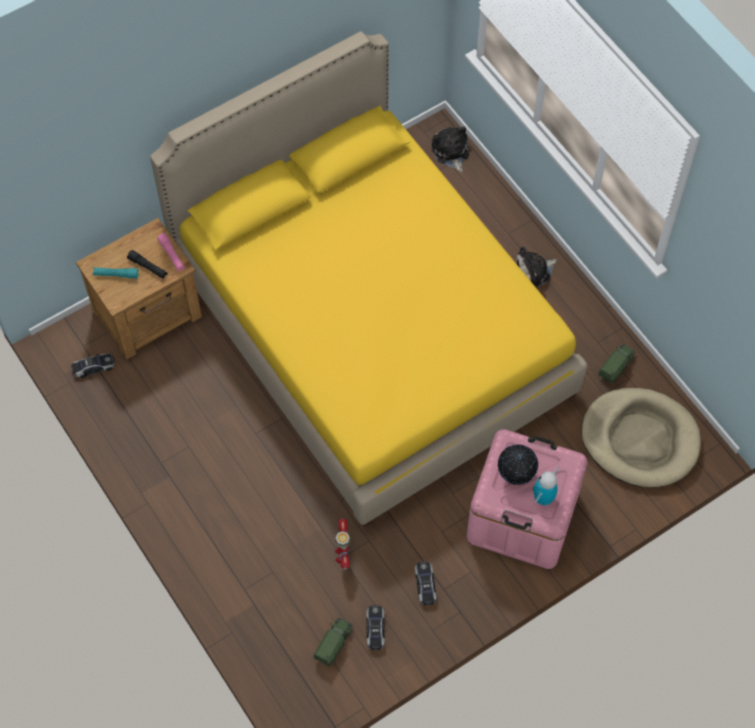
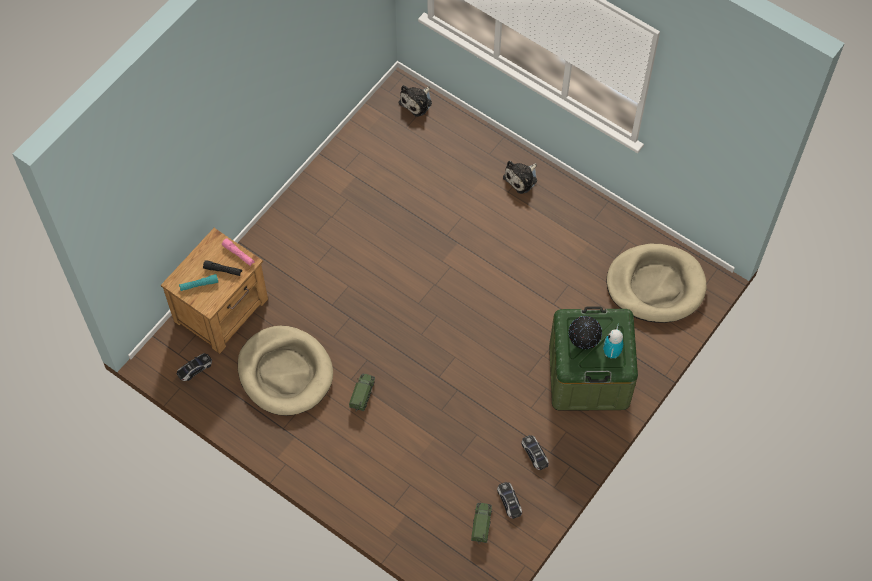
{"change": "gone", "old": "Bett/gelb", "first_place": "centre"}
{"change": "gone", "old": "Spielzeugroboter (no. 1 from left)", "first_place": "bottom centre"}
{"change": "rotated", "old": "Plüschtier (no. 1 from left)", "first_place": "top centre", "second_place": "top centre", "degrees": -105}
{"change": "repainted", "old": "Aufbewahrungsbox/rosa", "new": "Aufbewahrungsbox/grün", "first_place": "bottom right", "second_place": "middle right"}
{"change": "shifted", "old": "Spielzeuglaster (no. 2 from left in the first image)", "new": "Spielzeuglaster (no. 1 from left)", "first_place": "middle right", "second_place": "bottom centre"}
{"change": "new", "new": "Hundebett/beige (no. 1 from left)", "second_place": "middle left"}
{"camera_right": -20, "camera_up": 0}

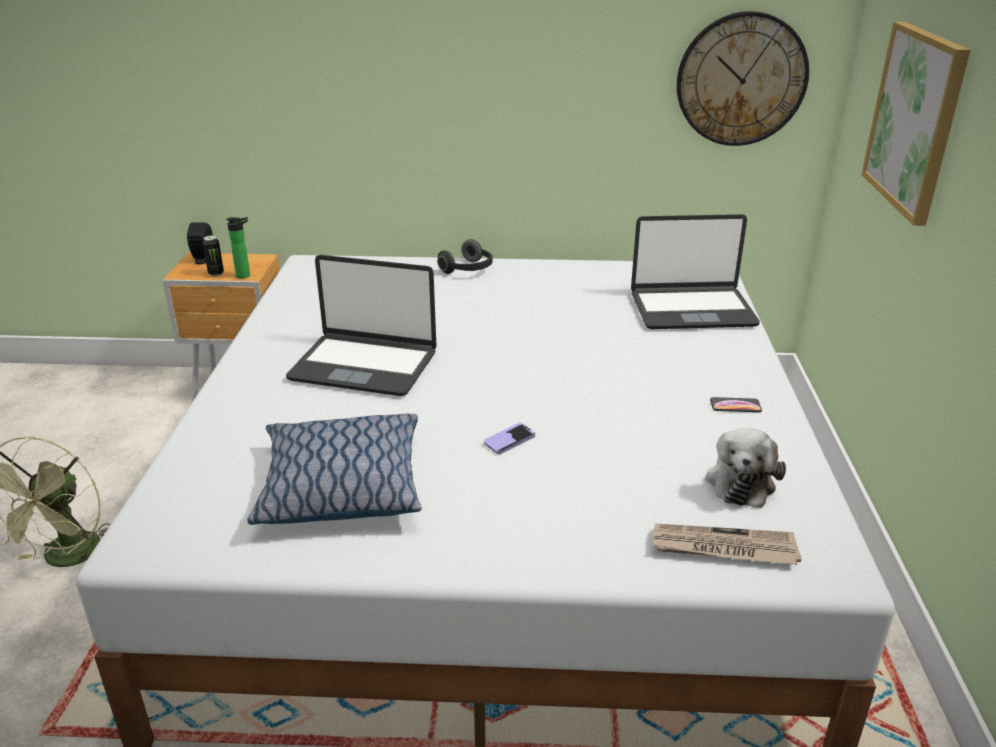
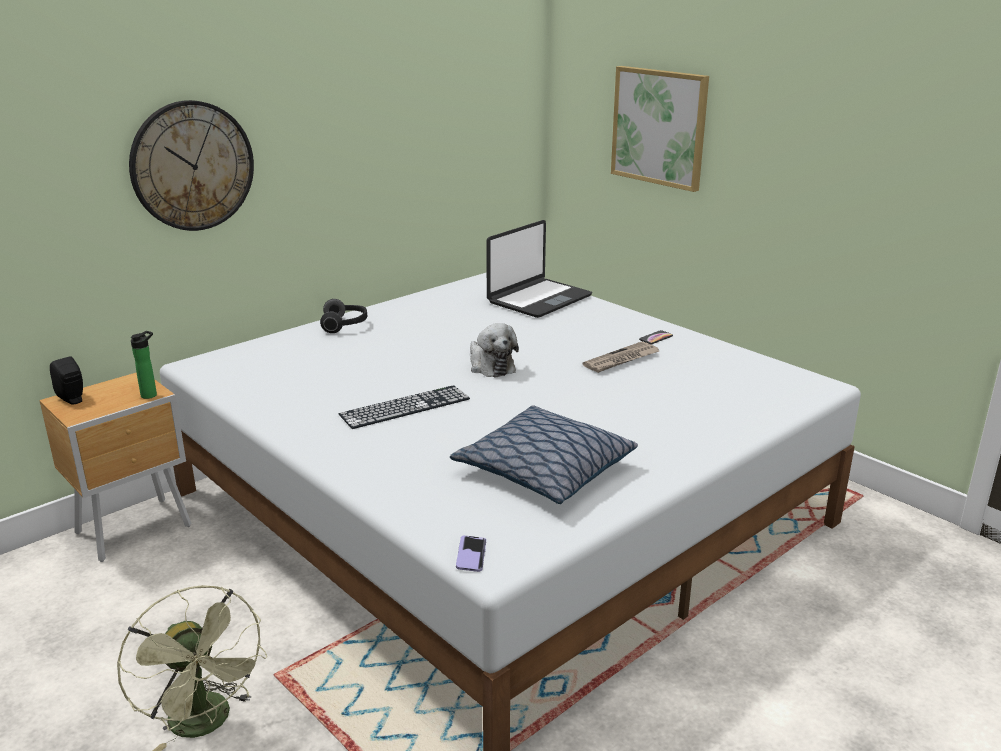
{"change": "gone", "old": "Dose", "first_place": "middle left"}
{"change": "swapped", "old": "Laptop (no. 1 from left)", "new": "Tastatur", "first_place": "centre", "second_place": "centre"}
{"change": "shifted", "old": "Handy (no. 1 from left)", "first_place": "centre", "second_place": "bottom centre"}
{"change": "shifted", "old": "Zeitung", "first_place": "bottom right", "second_place": "centre"}
{"change": "shifted", "old": "Wanduhr", "first_place": "top right", "second_place": "top left"}
{"change": "shifted", "old": "Plüschtier", "first_place": "middle right", "second_place": "centre"}
{"camera_right": -45, "camera_up": -5}

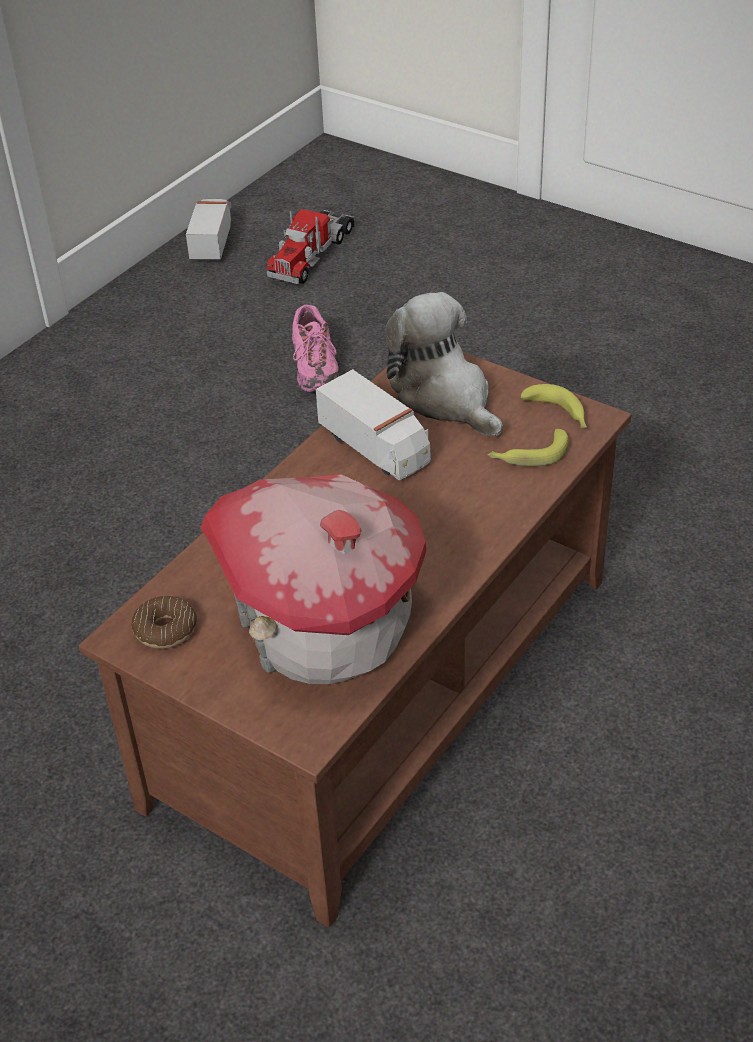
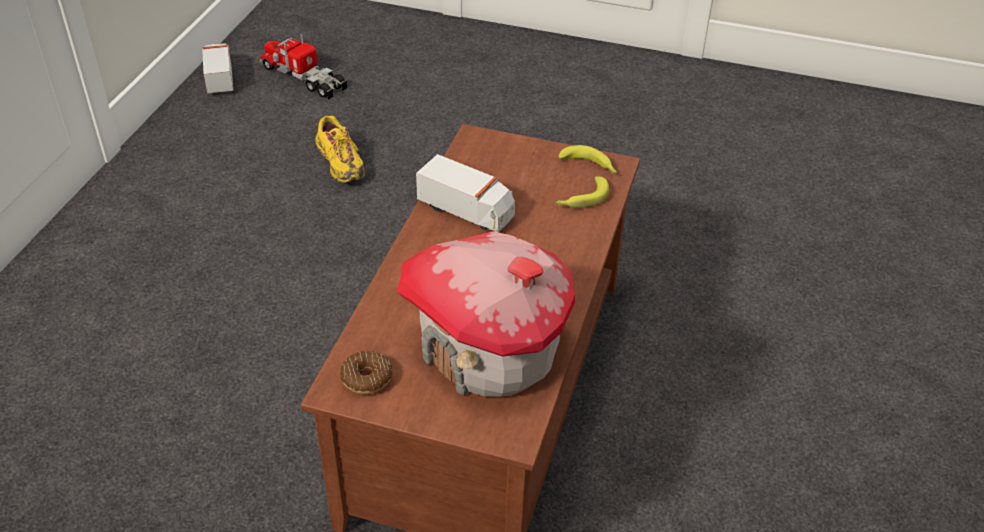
{"change": "rotated", "old": "Spielzeuglaster (no. 2 from left)", "first_place": "top centre", "second_place": "top left", "degrees": 120}
{"change": "repainted", "old": "Schuh/rosa", "new": "Schuh/gelb", "first_place": "centre", "second_place": "top centre"}
{"change": "gone", "old": "Plüschtier", "first_place": "centre"}
{"camera_right": -20, "camera_up": 0}

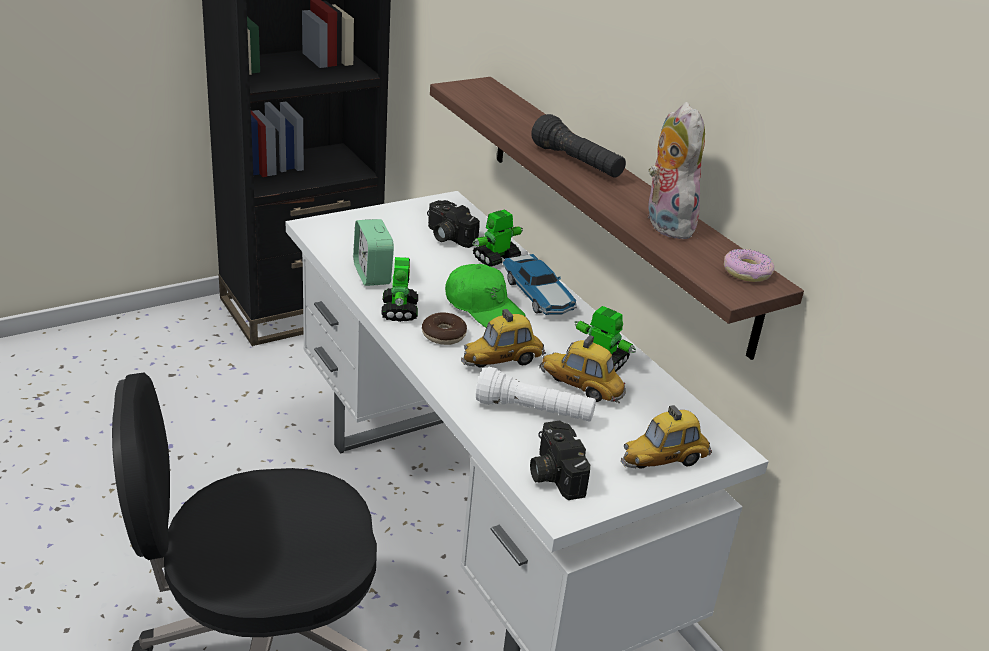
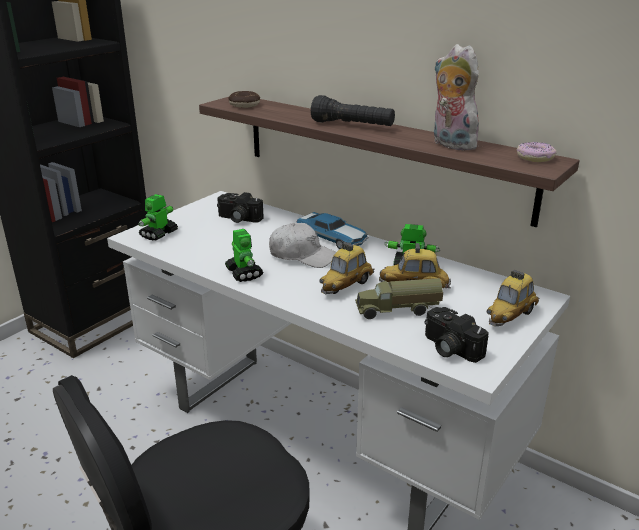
{"change": "gone", "old": "Wecker", "first_place": "centre"}
{"change": "shifted", "old": "Donut (no. 1 from left)", "first_place": "centre", "second_place": "top centre"}
{"change": "repainted", "old": "Kappe/grün", "new": "Kappe/weiß", "first_place": "centre", "second_place": "centre"}
{"change": "shifted", "old": "Spielzeugroboter (no. 2 from left in the first image)", "new": "Spielzeugroboter (no. 1 from left)", "first_place": "centre", "second_place": "middle left"}
{"change": "swapped", "old": "Taschenlampe/weiß", "new": "Spielzeuglaster", "first_place": "centre", "second_place": "centre"}
{"camera_right": -20, "camera_up": -5}

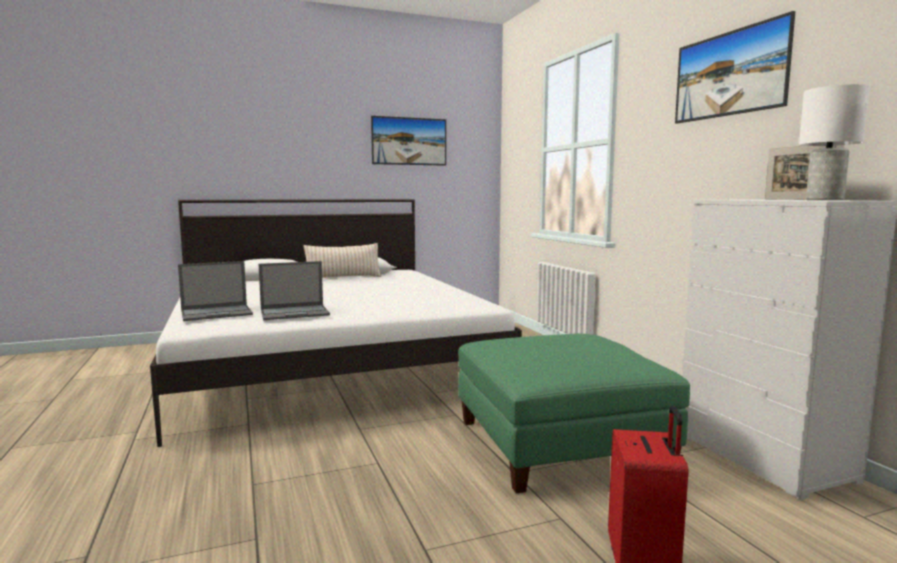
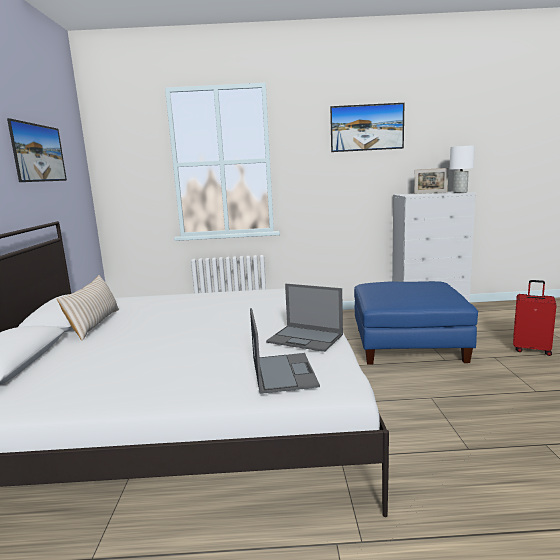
{"change": "rotated", "old": "Laptop (no. 2 from left)", "first_place": "middle left", "second_place": "centre", "degrees": 120}
{"change": "repainted", "old": "Polsterhocker/grün", "new": "Polsterhocker/blau", "first_place": "bottom centre", "second_place": "middle right"}
{"camera_right": -70, "camera_up": 5}

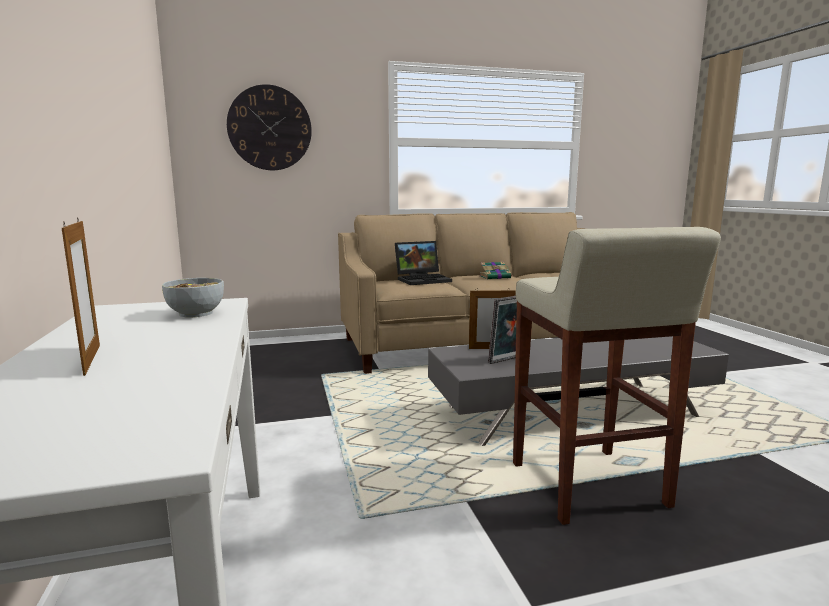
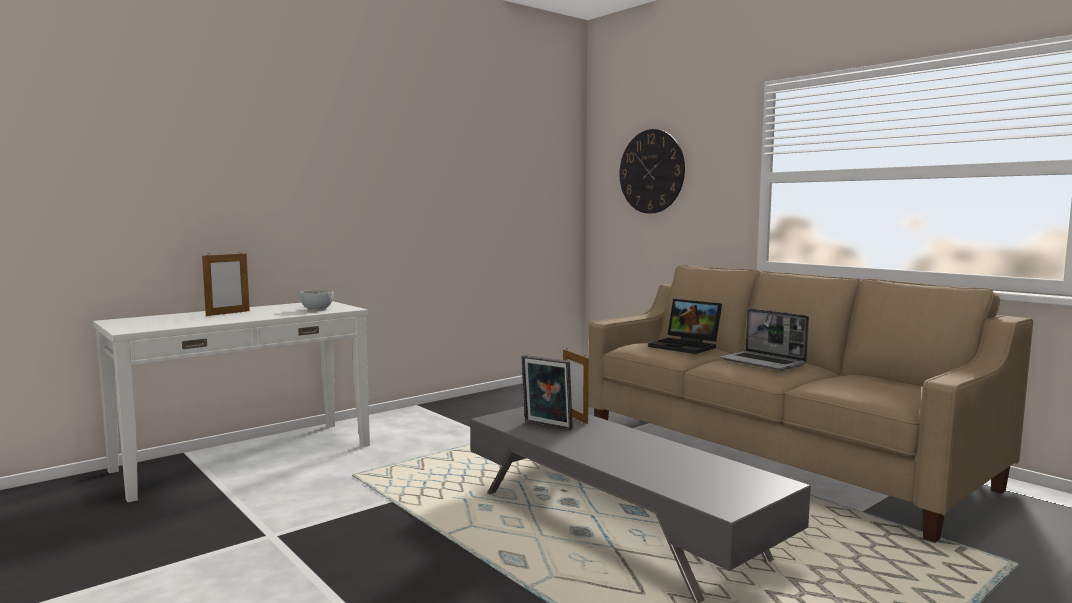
{"change": "swapped", "old": "Buch", "new": "Laptop (no. 2 from left)", "first_place": "centre", "second_place": "middle right"}
{"change": "gone", "old": "Hocker/beige", "first_place": "middle right"}
{"camera_right": 65, "camera_up": -5}

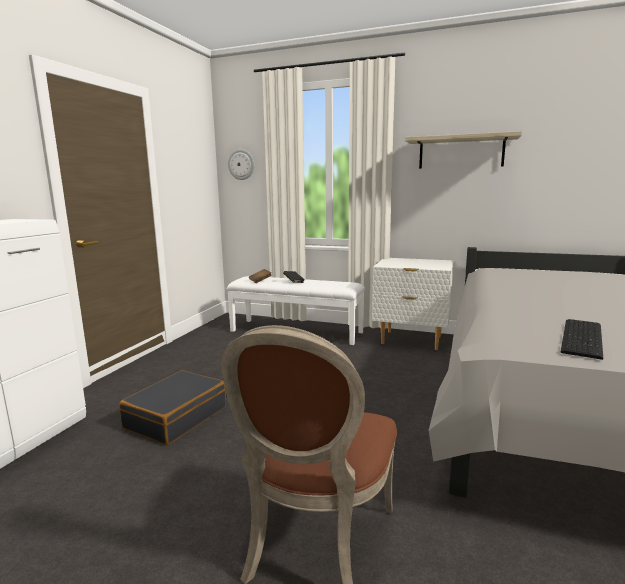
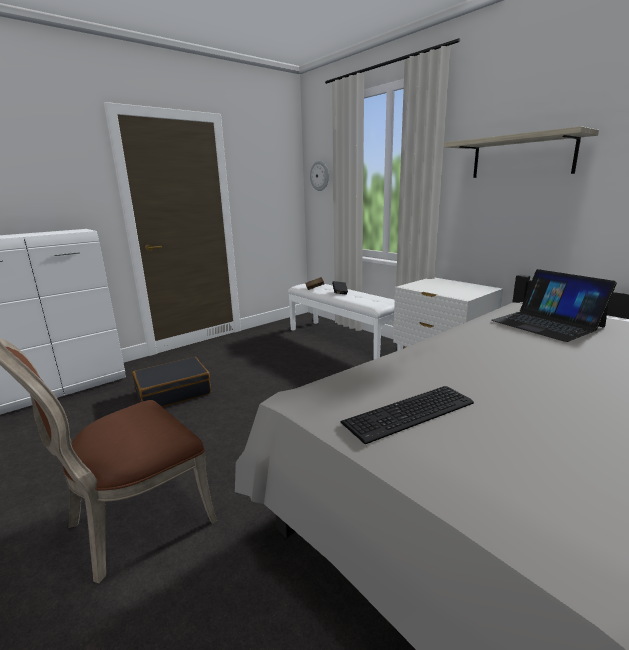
{"change": "new", "new": "Laptop", "second_place": "middle right"}
{"camera_right": 30, "camera_up": 5}

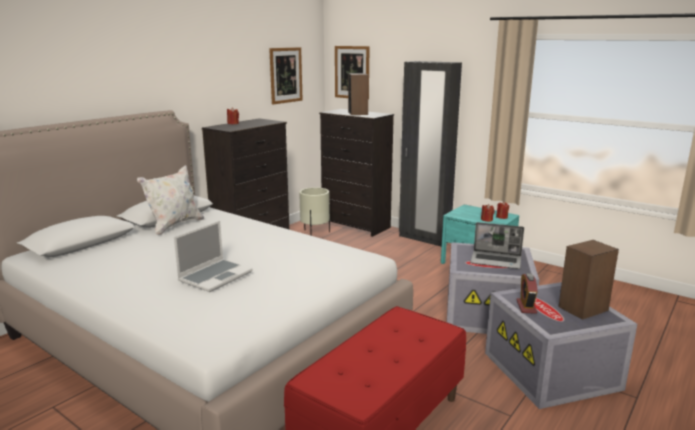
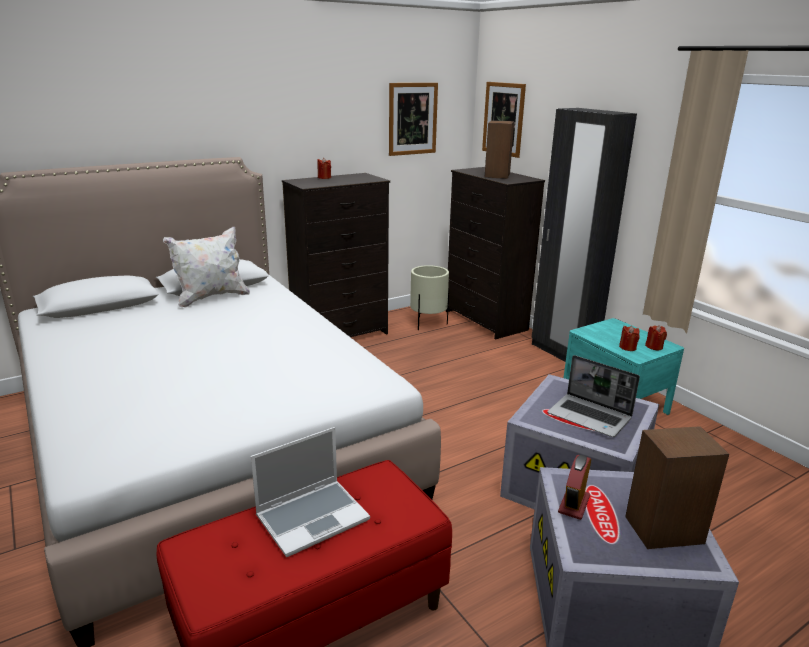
{"change": "shifted", "old": "Laptop (no. 1 from left)", "first_place": "middle left", "second_place": "bottom centre"}
{"camera_right": 20, "camera_up": 5}

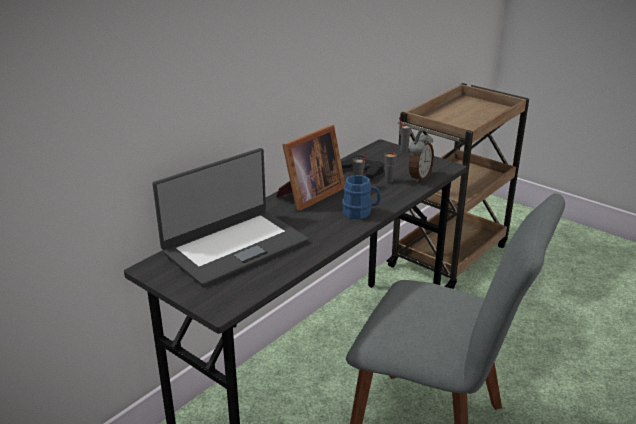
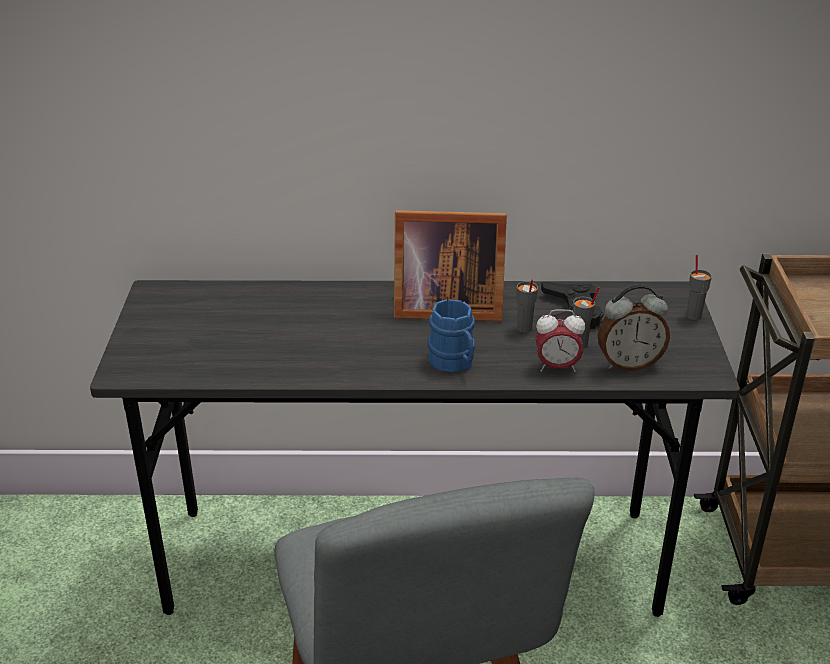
{"change": "gone", "old": "Laptop", "first_place": "centre"}
{"change": "new", "new": "Wecker (no. 1 from left)", "second_place": "middle right"}
{"camera_right": 50, "camera_up": 5}

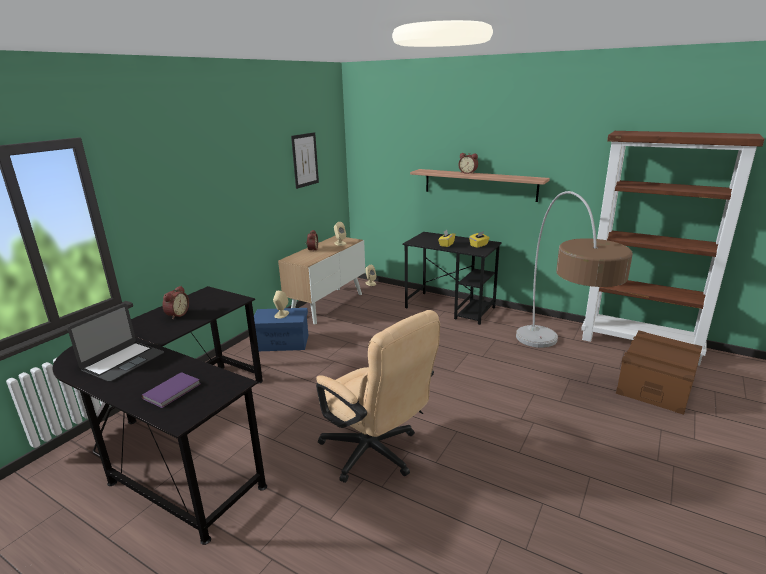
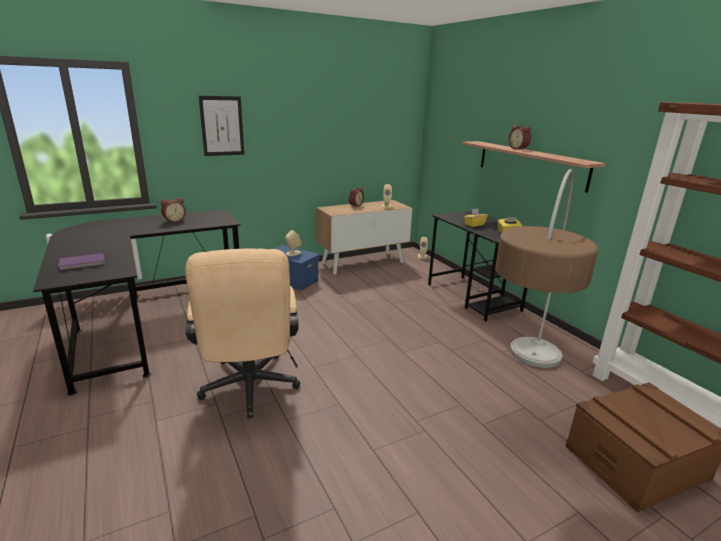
{"change": "gone", "old": "Laptop", "first_place": "middle left"}
{"change": "shifted", "old": "Bild", "first_place": "top centre", "second_place": "top left"}
{"camera_right": 30, "camera_up": 0}

